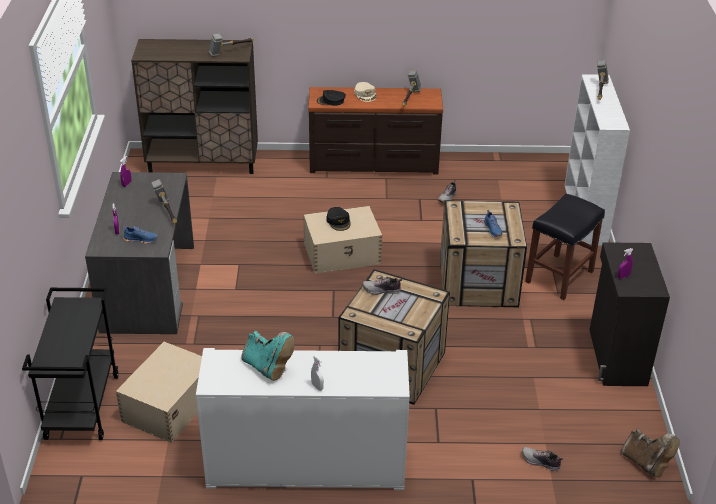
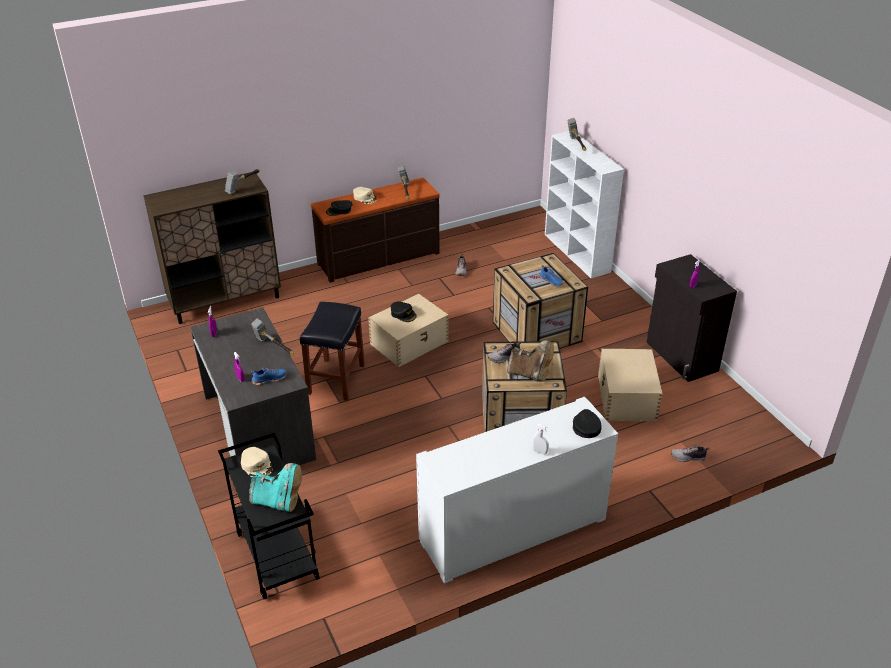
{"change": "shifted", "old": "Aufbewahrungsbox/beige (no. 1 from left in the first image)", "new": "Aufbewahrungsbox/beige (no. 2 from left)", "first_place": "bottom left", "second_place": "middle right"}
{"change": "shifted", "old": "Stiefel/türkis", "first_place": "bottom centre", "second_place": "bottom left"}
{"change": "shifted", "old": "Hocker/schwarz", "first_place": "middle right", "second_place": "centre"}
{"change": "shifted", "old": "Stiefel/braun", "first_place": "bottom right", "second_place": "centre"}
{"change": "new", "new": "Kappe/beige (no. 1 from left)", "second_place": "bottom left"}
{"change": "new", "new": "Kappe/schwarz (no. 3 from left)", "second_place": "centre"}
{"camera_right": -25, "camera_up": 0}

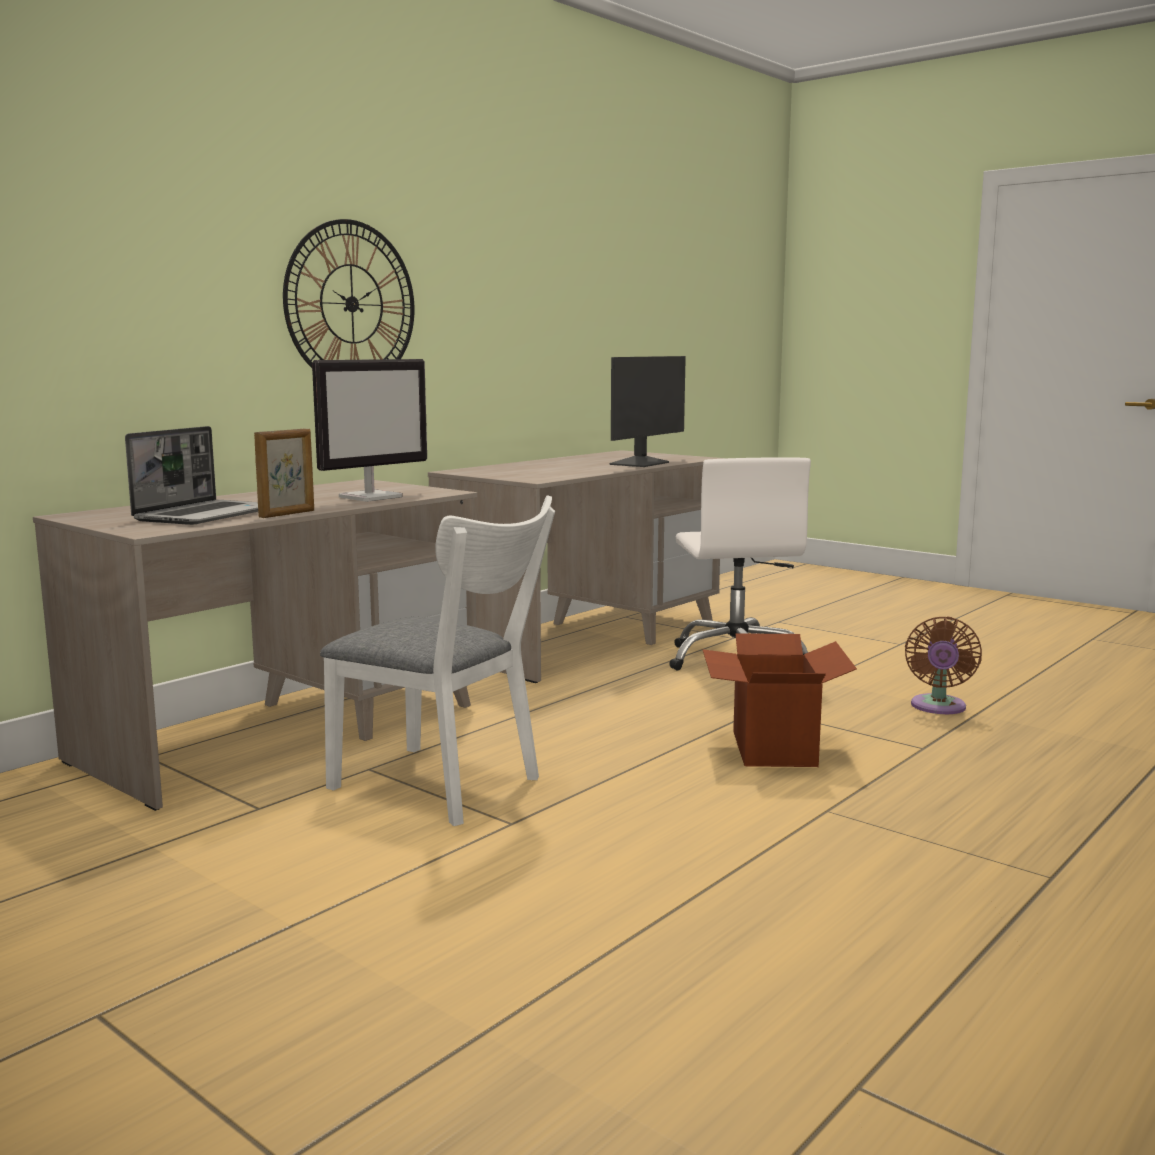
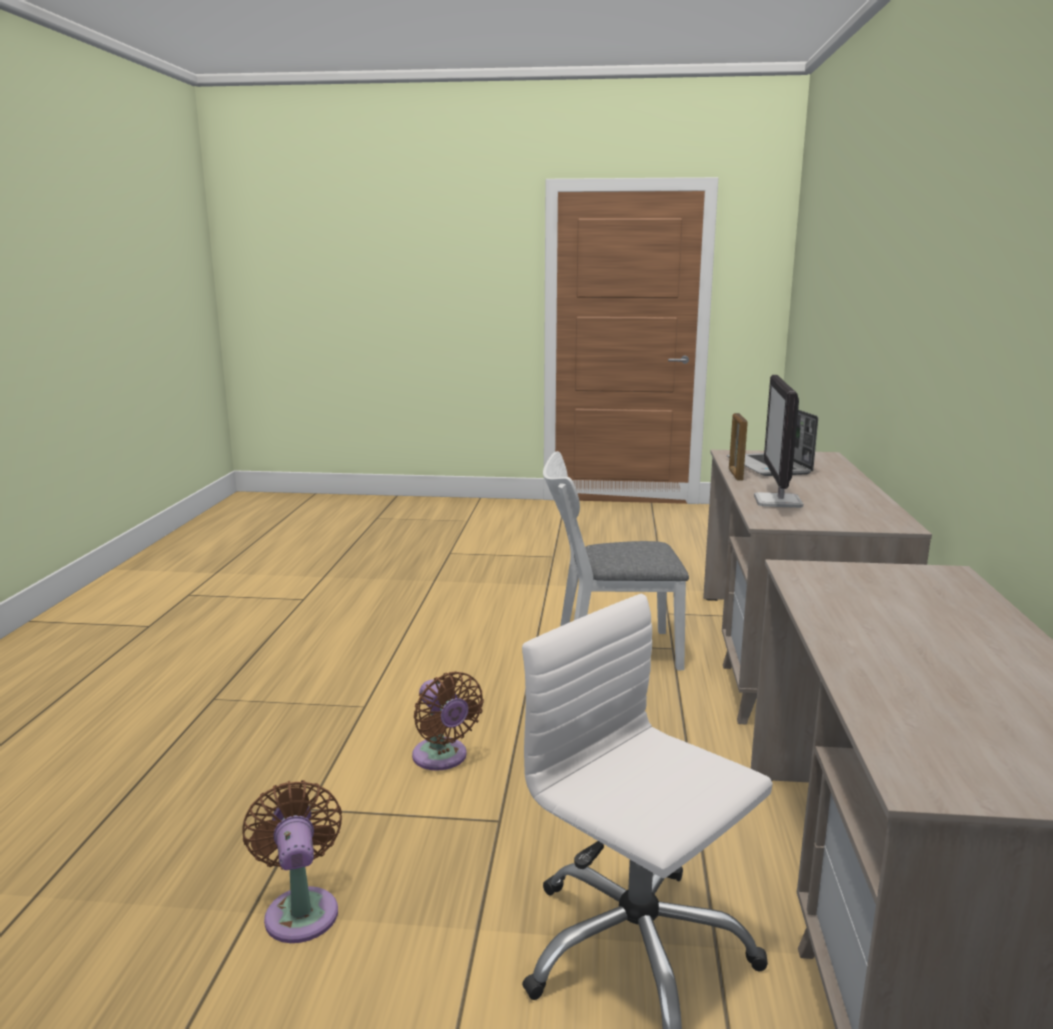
{"change": "gone", "old": "Wanduhr", "first_place": "top left"}
{"change": "gone", "old": "Monitor (no. 2 from left)", "first_place": "centre"}
{"change": "swapped", "old": "Karton", "new": "Ventilator/braun (no. 2 from left)", "first_place": "middle right", "second_place": "bottom centre"}
{"camera_right": 145, "camera_up": 5}

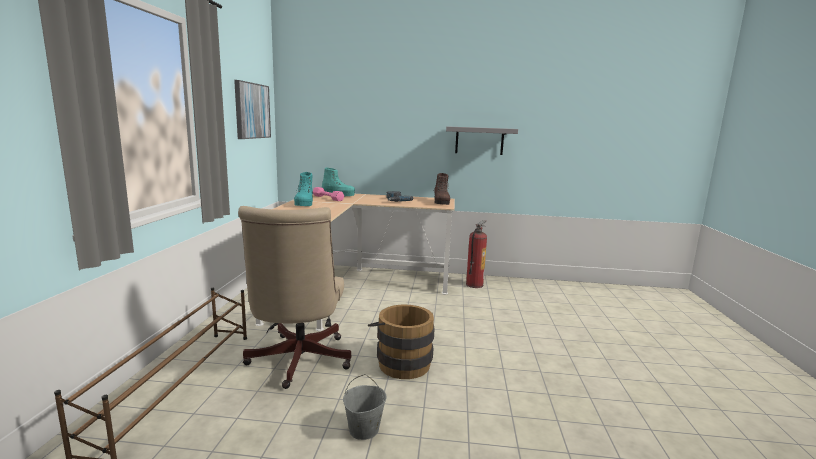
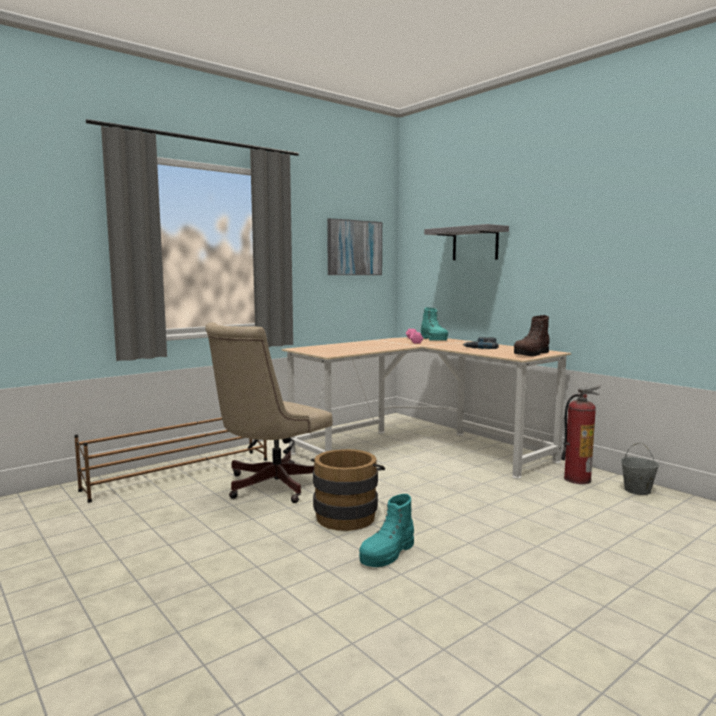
{"change": "shifted", "old": "Stiefel/türkis (no. 1 from left)", "first_place": "centre", "second_place": "bottom centre"}
{"change": "shifted", "old": "Eimer/grau", "first_place": "bottom centre", "second_place": "middle right"}
{"change": "shifted", "old": "Wandregal/grau", "first_place": "top centre", "second_place": "centre"}
{"camera_right": 45, "camera_up": -5}

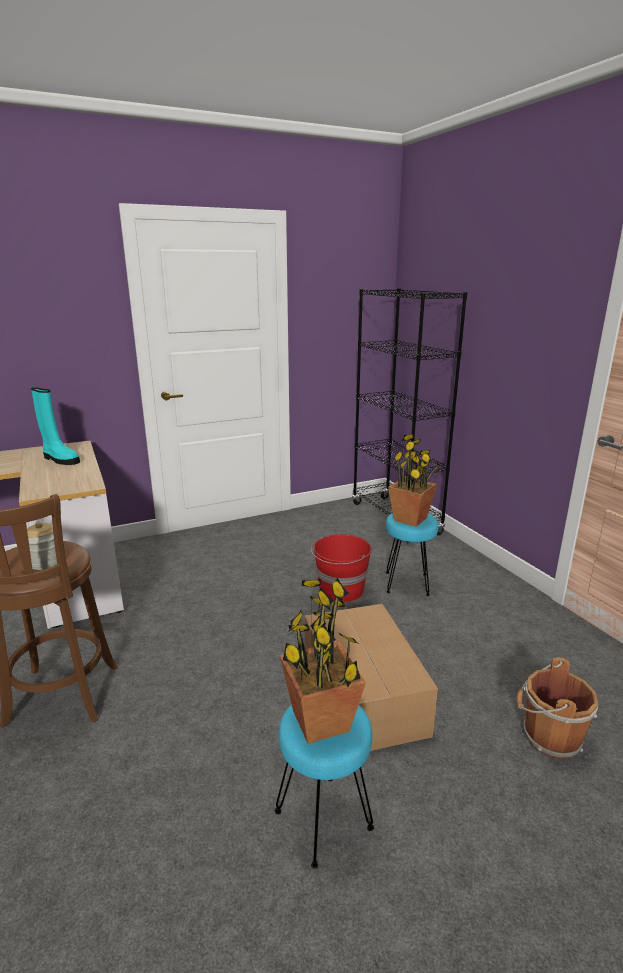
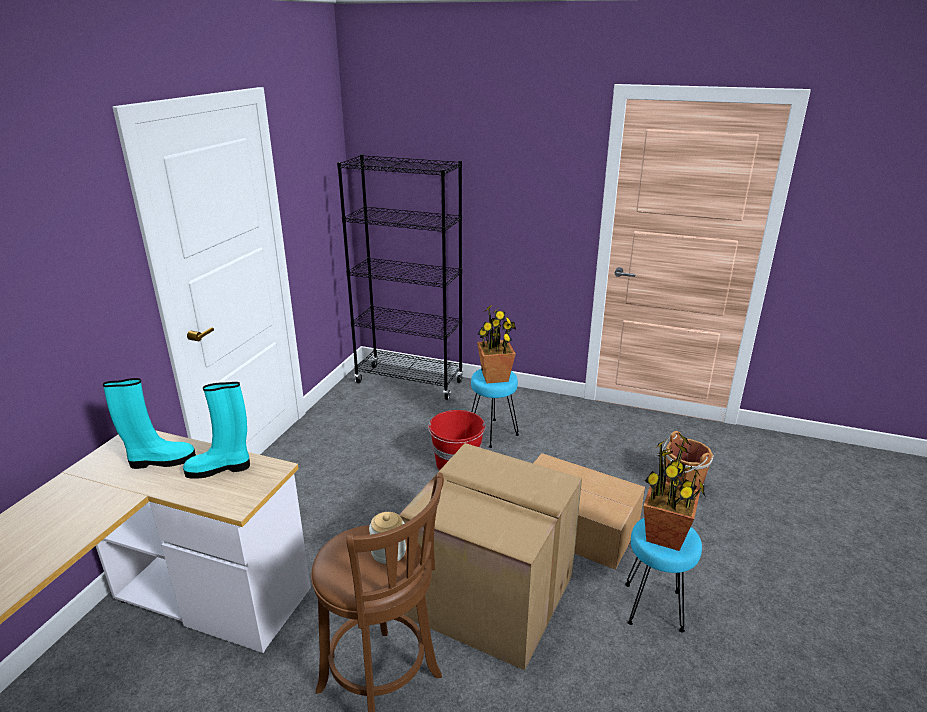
{"change": "new", "new": "Stiefel/türkis (no. 2 from left)", "second_place": "middle left"}
{"change": "new", "new": "Karton (no. 1 from left)", "second_place": "bottom centre"}
{"camera_right": -45, "camera_up": 5}

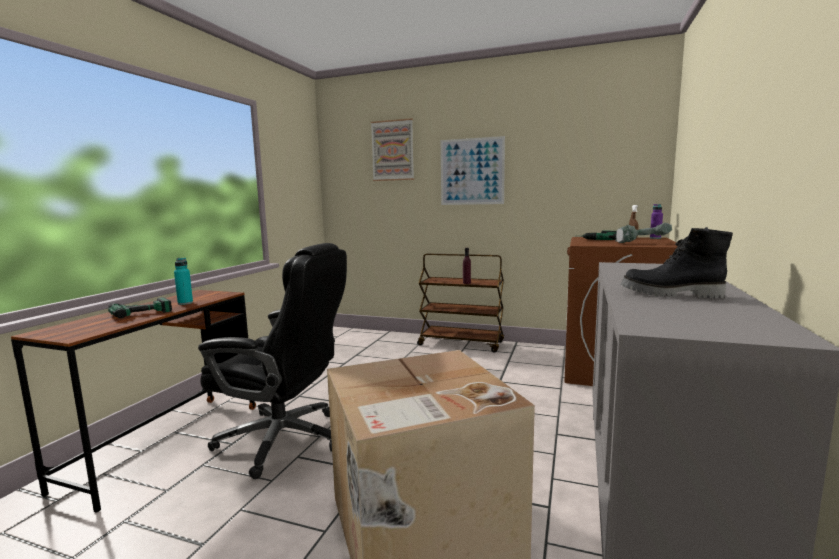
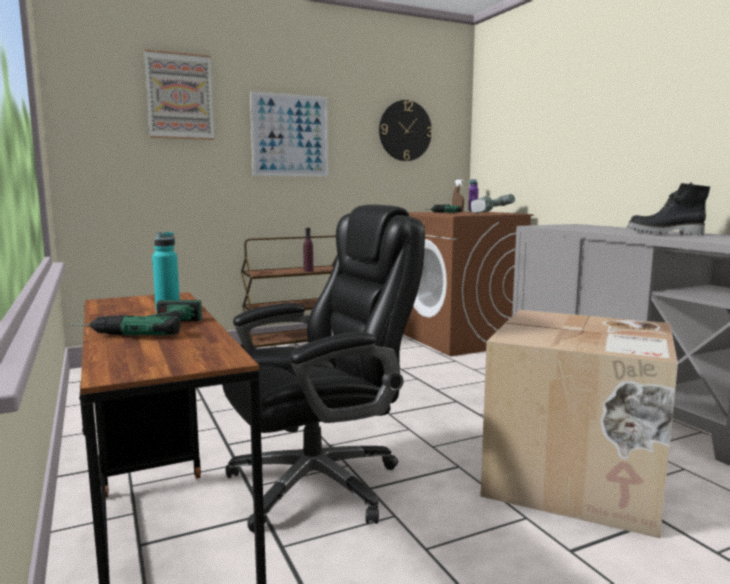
{"change": "rotated", "old": "Stiefel/schwarz", "first_place": "middle right", "second_place": "middle right", "degrees": 45}
{"change": "new", "new": "Wanduhr", "second_place": "top centre"}
{"camera_right": -45, "camera_up": 0}

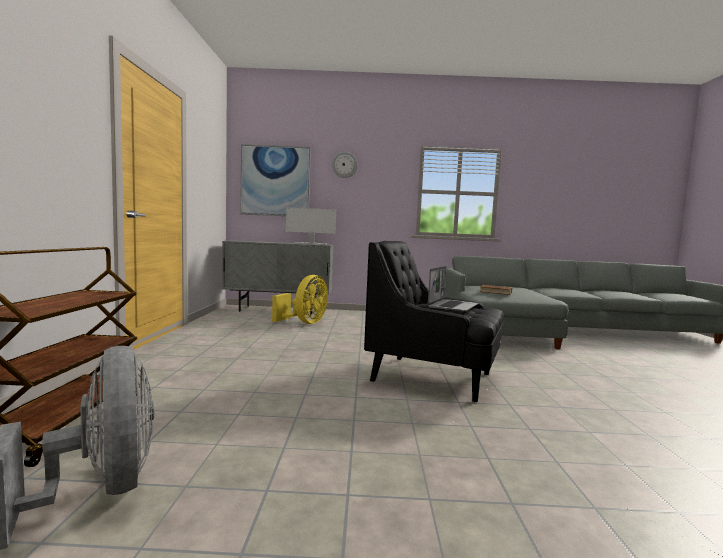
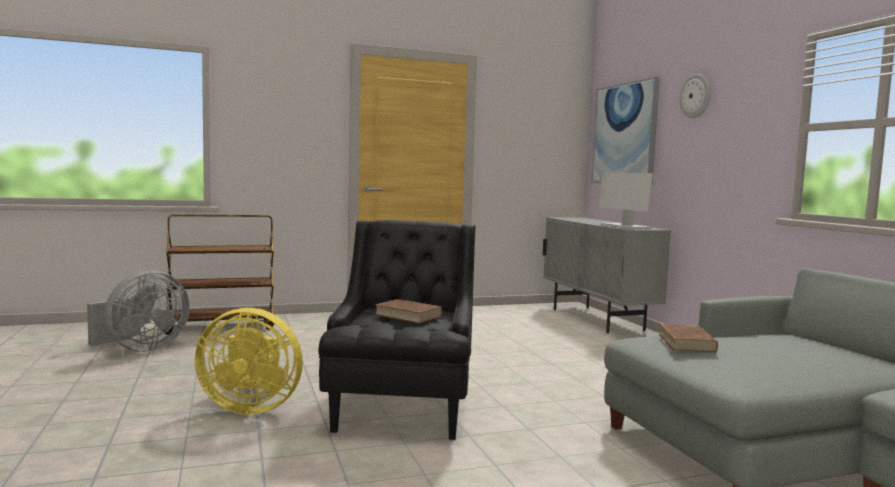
{"change": "shifted", "old": "Ventilator/gelb", "first_place": "centre", "second_place": "bottom left"}
{"change": "swapped", "old": "Laptop", "new": "Buch/braun (no. 1 from left)", "first_place": "centre", "second_place": "centre"}
{"camera_right": 70, "camera_up": 0}

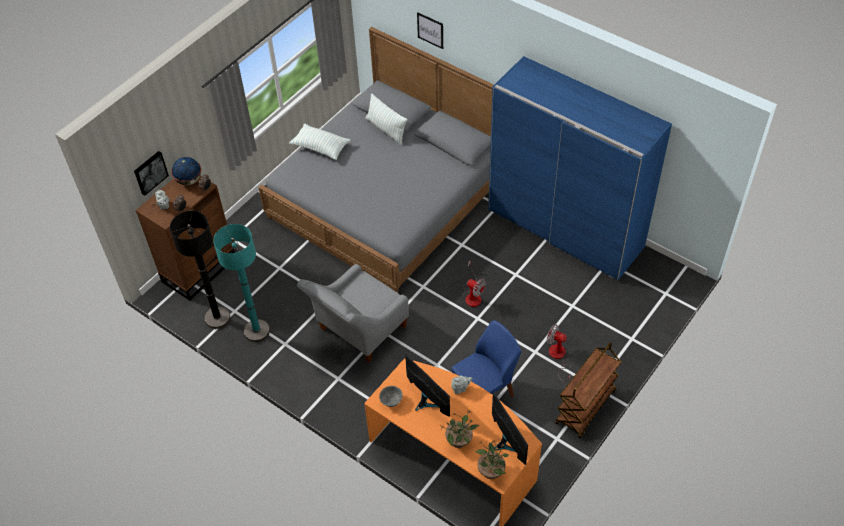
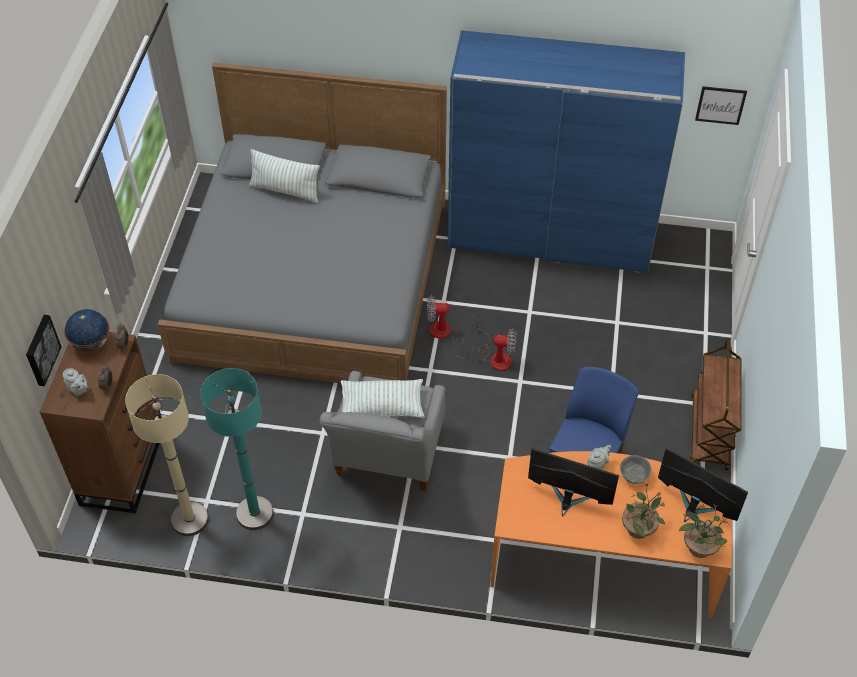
{"change": "repainted", "old": "Stehlampe/schwarz", "new": "Stehlampe/beige", "first_place": "middle left", "second_place": "bottom left"}
{"change": "shifted", "old": "Kissen (no. 1 from left in the first image)", "new": "Kissen (no. 2 from left)", "first_place": "top centre", "second_place": "centre"}
{"change": "shifted", "old": "Schüssel/grau", "first_place": "bottom centre", "second_place": "bottom right"}
{"change": "shifted", "old": "Bild (no. 2 from left)", "first_place": "top centre", "second_place": "top right"}
{"change": "shifted", "old": "Ventilator (no. 2 from left in the first image)", "new": "Ventilator (no. 1 from left)", "first_place": "bottom centre", "second_place": "centre"}
{"camera_right": -30, "camera_up": 0}

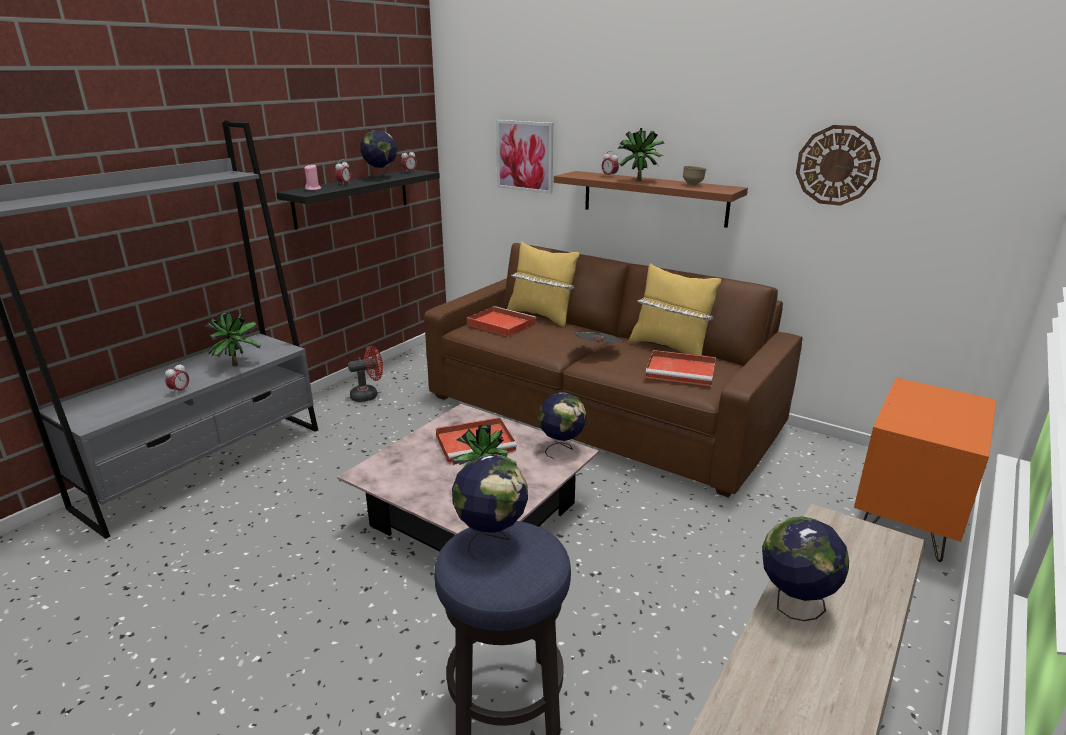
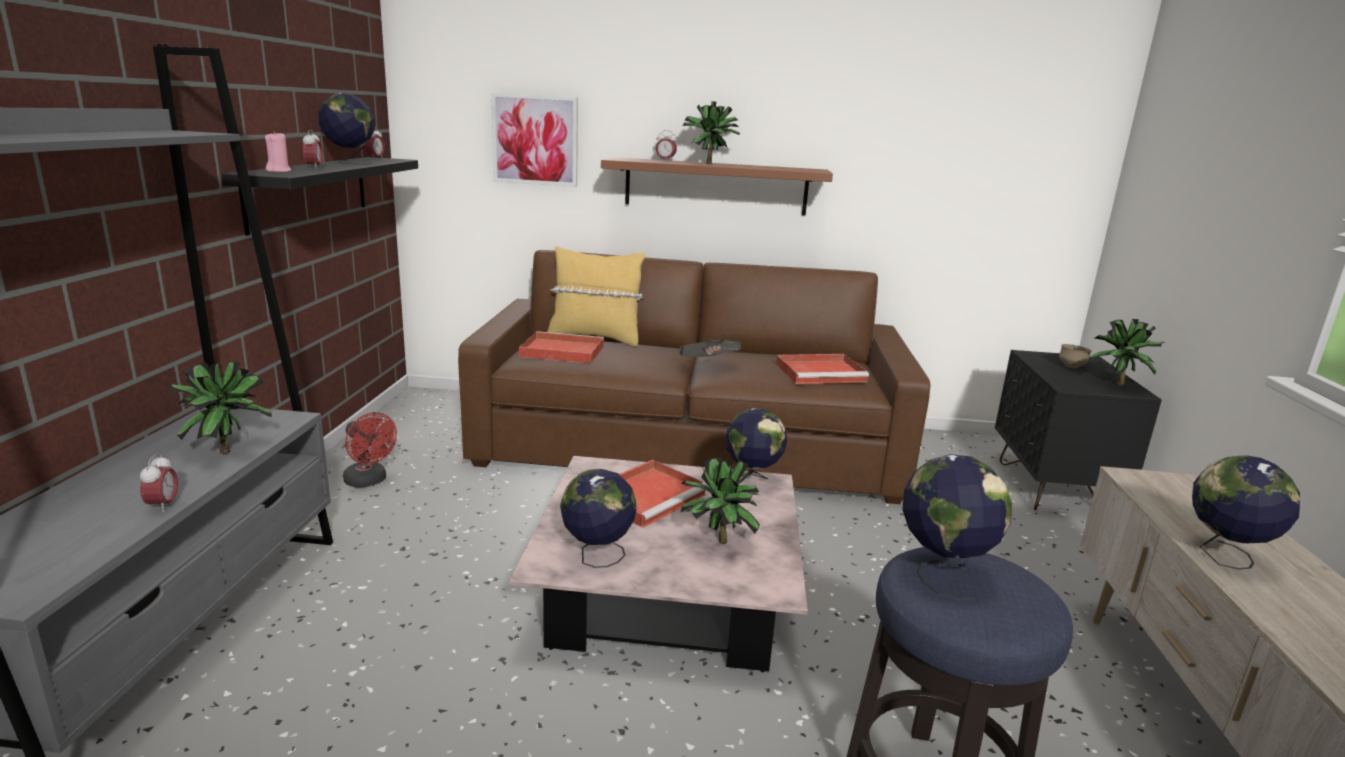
{"change": "rotated", "old": "Ventilator/rot", "first_place": "centre", "second_place": "middle left", "degrees": 90}
{"change": "gone", "old": "Kissen/gelb (no. 2 from left)", "first_place": "centre"}
{"change": "shifted", "old": "Schüssel/braun", "first_place": "top centre", "second_place": "middle right"}
{"change": "gone", "old": "Wanduhr", "first_place": "top right"}
{"change": "repainted", "old": "Nachttisch/orange", "new": "Nachttisch/schwarz", "first_place": "middle right", "second_place": "middle right"}
{"change": "new", "new": "Globus (no. 2 from left)", "second_place": "bottom centre"}
{"change": "new", "new": "Topfpflanze (no. 4 from left)", "second_place": "middle right"}
{"camera_right": -30, "camera_up": -5}

